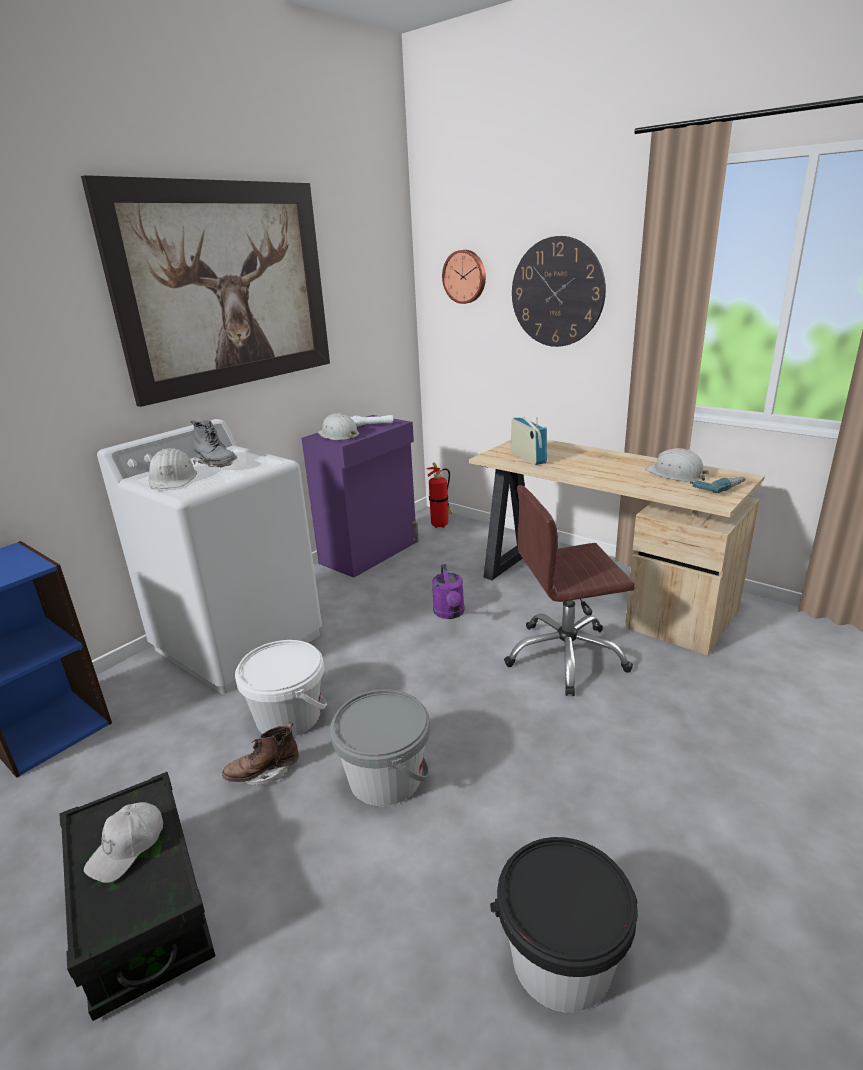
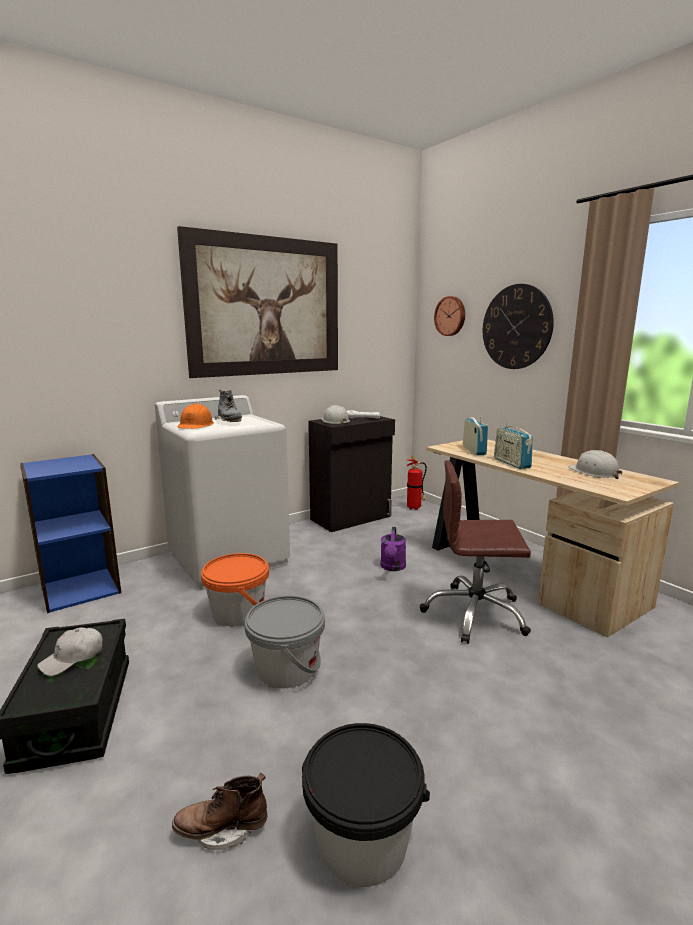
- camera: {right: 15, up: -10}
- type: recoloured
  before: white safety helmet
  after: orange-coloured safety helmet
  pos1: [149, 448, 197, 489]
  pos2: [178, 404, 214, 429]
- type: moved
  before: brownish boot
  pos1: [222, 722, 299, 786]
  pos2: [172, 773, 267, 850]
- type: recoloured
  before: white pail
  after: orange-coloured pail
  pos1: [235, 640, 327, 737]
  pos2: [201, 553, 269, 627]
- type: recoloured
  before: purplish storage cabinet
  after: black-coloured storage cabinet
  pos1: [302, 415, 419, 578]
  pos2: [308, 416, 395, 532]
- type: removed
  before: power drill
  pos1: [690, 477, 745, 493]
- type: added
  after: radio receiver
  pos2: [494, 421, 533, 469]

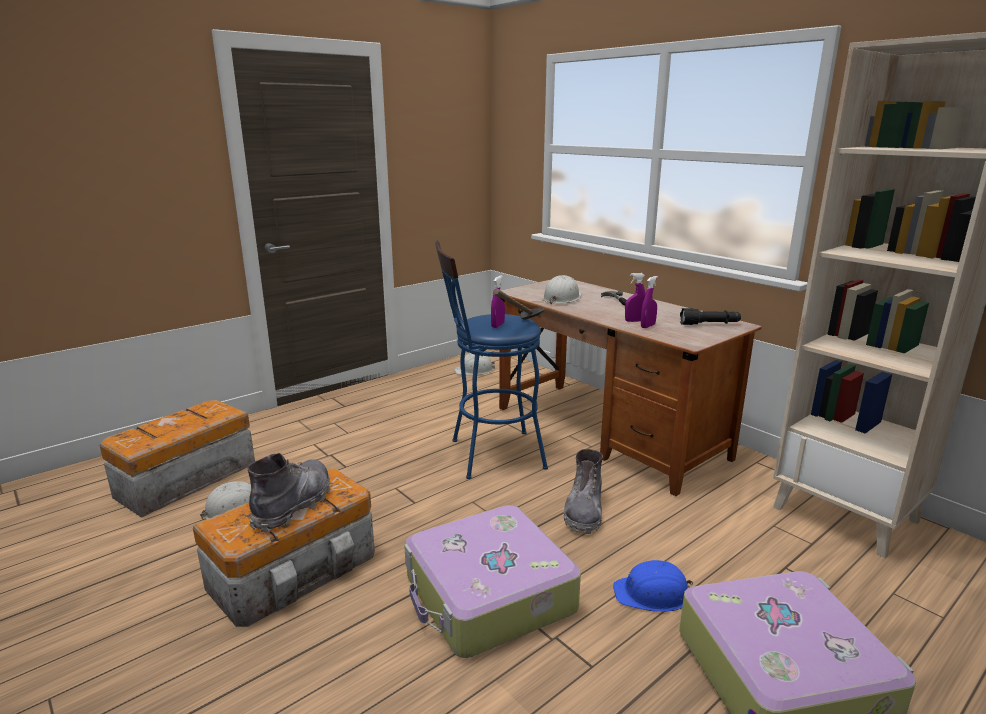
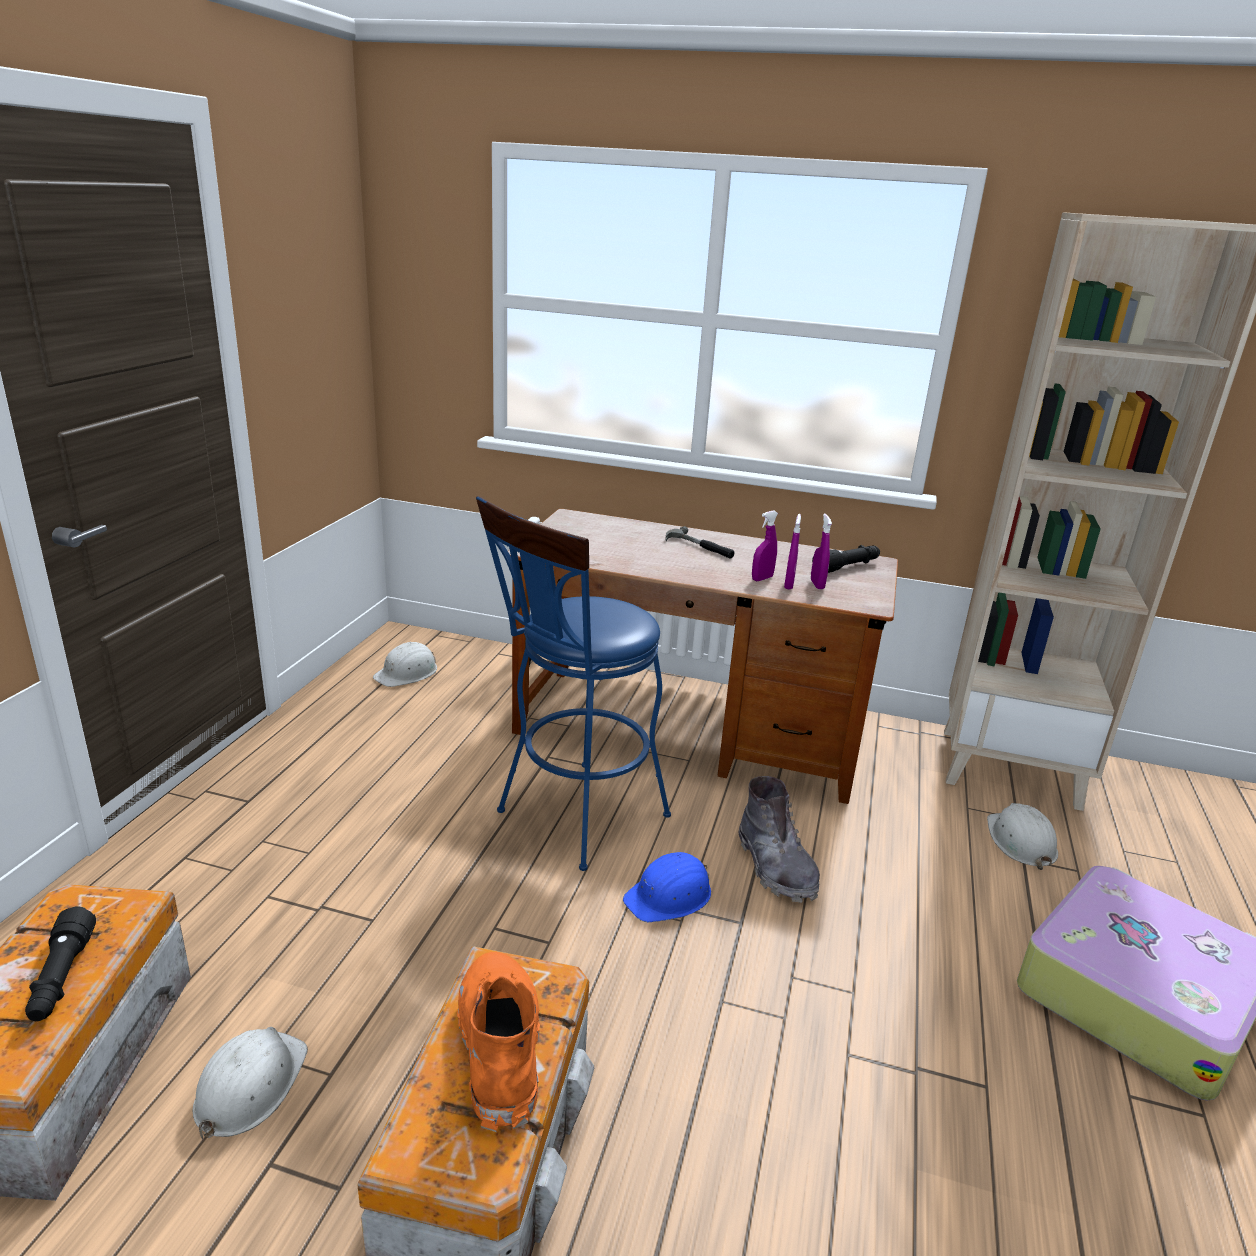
- camera: {right: -35, up: 5}
- type: recoloured
  before: gray boot
  after: orange-coloured boot
  pos1: [247, 453, 330, 532]
  pos2: [457, 952, 540, 1132]
- type: removed
  before: travel case
  pos1: [404, 505, 581, 658]
- type: moved
  before: purplish hand sprayer
  pos1: [491, 275, 505, 328]
  pos2: [811, 514, 832, 589]
- type: removed
  before: tool hammer
  pos1: [493, 289, 545, 320]
- type: moved
  before: white safety helmet
  pos1: [542, 275, 582, 305]
  pos2: [987, 803, 1058, 870]
- type: moved
  before: blue-coloured safety helmet
  pos1: [613, 560, 693, 612]
  pos2: [623, 852, 711, 922]
- type: added
  after: black-coloured flashlight
  pos2: [25, 906, 96, 1021]

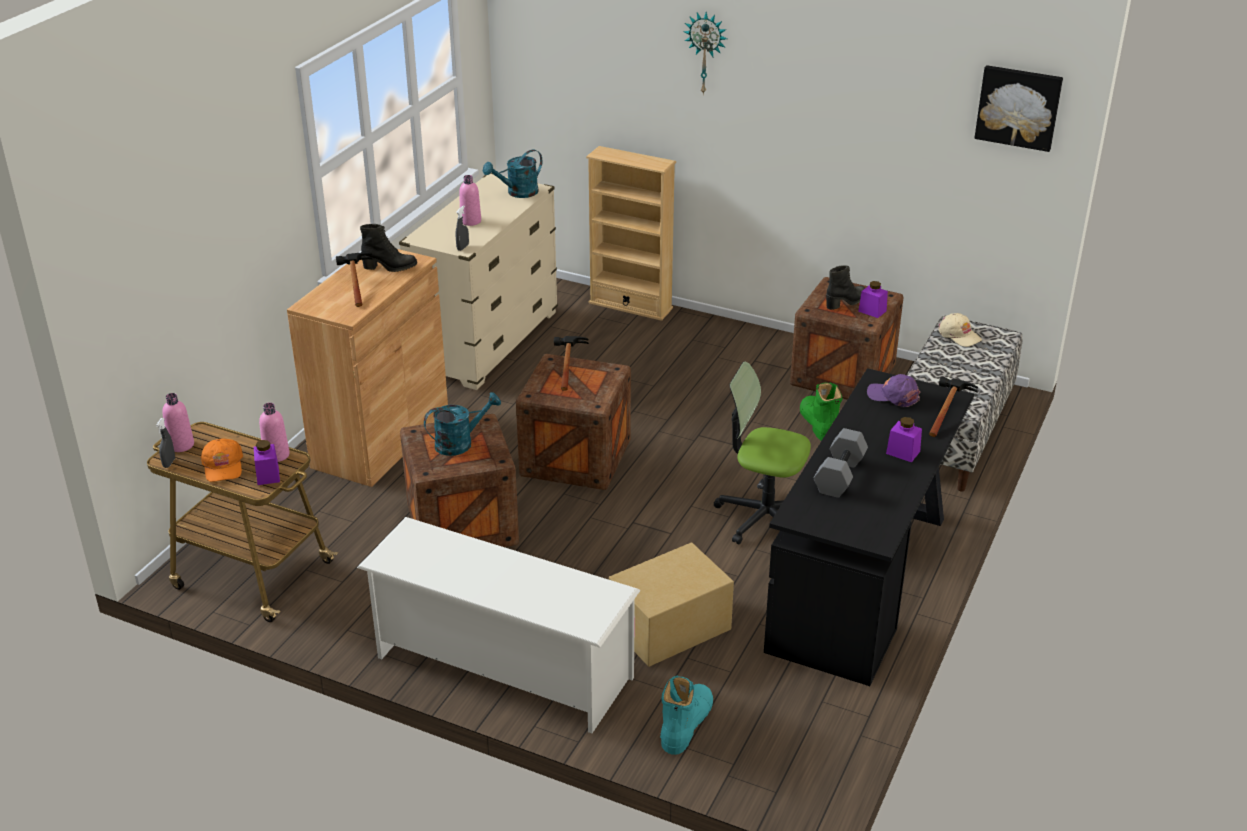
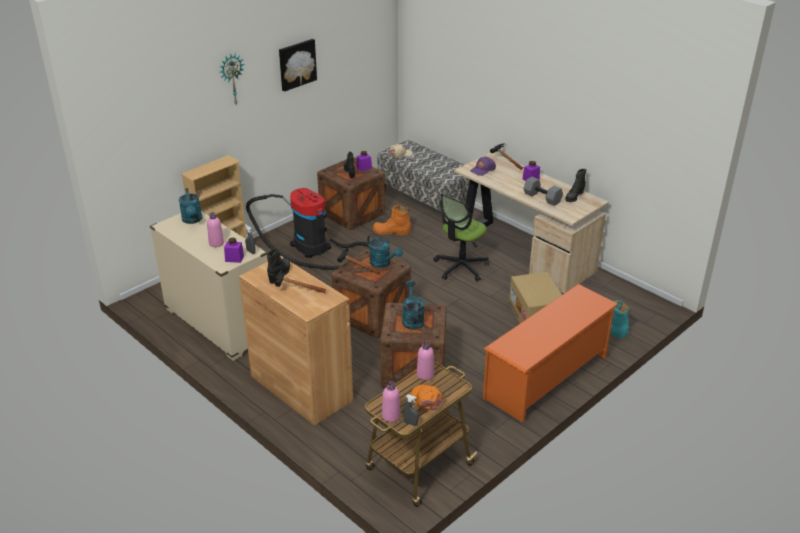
- camera: {right: -70, up: 0}
- type: turned
  before: orange-coloured cap
  pos1: [201, 439, 243, 482]
  pos2: [411, 384, 444, 411]
  turn: -120
- type: moved
  before: purplish preserve jar
  pos1: [254, 440, 280, 485]
  pos2: [224, 238, 244, 263]
- type: recoloured
  before: white shoe stand
  after: orange-coloured shoe stand
  pos1: [357, 517, 640, 733]
  pos2: [483, 284, 619, 423]
- type: recoloured
  before: black-coloured desk unit
  after: sand-coloured desk unit
  pos1: [764, 368, 974, 686]
  pos2: [454, 152, 609, 293]
- type: recoloured
  before: greenish boot
  after: orange-coloured boot
  pos1: [800, 382, 842, 441]
  pos2: [373, 204, 411, 235]
- type: moved
  before: wall picture
  pos1: [975, 65, 1063, 152]
  pos2: [279, 39, 317, 92]
- type: added
  after: hoover
  pos2: [246, 188, 369, 270]
- type: added
  after: turquoise sprinkling can
  pos2: [367, 234, 403, 268]
- type: added
  after: black-coloured boot
  pos2: [565, 169, 586, 202]

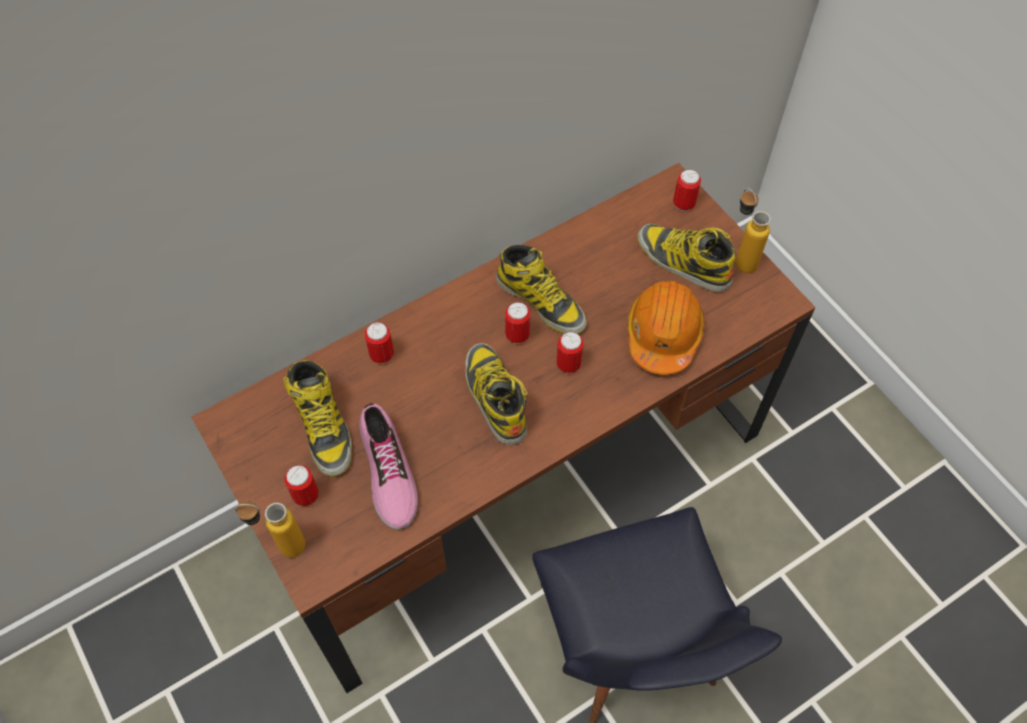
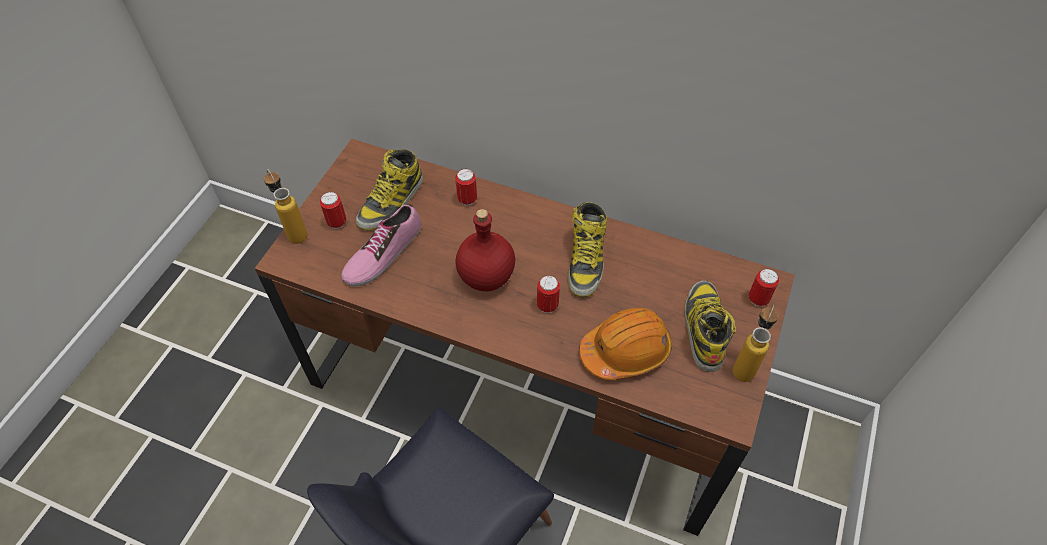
- camera: {right: 55, up: -5}
- type: replaced
  before: boot
  after: red-coloured drink bottle
  pos1: [465, 343, 527, 445]
  pos2: [455, 209, 516, 291]
- type: removed
  before: sealed can
  pos1: [505, 302, 530, 344]

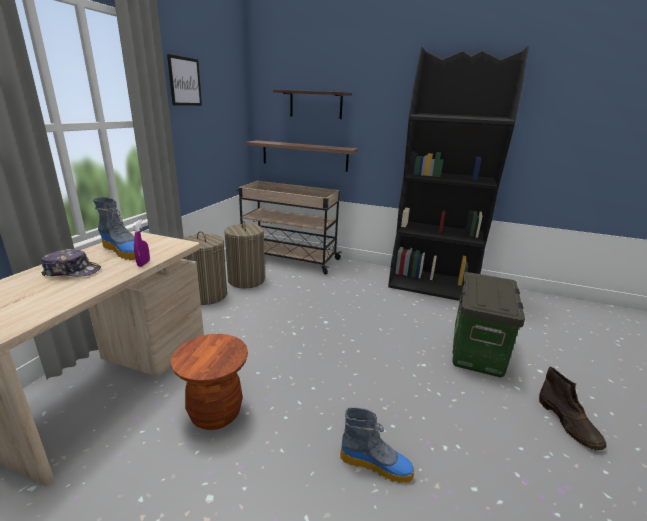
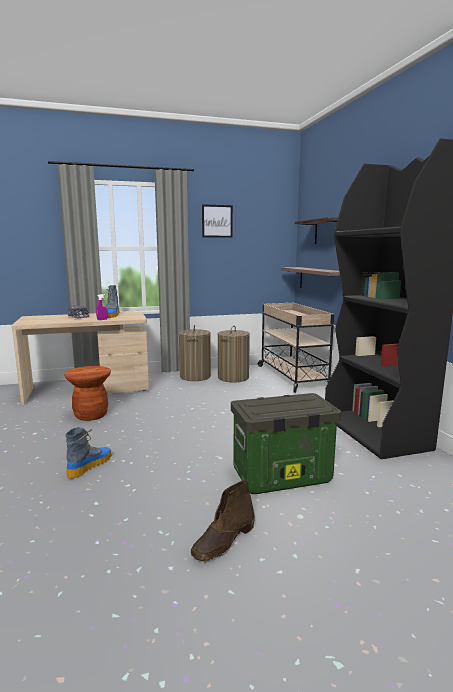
- camera: {right: 55, up: -10}
- type: turned
  before: boot
  pos1: [340, 408, 414, 483]
  pos2: [65, 427, 112, 479]
  turn: -135

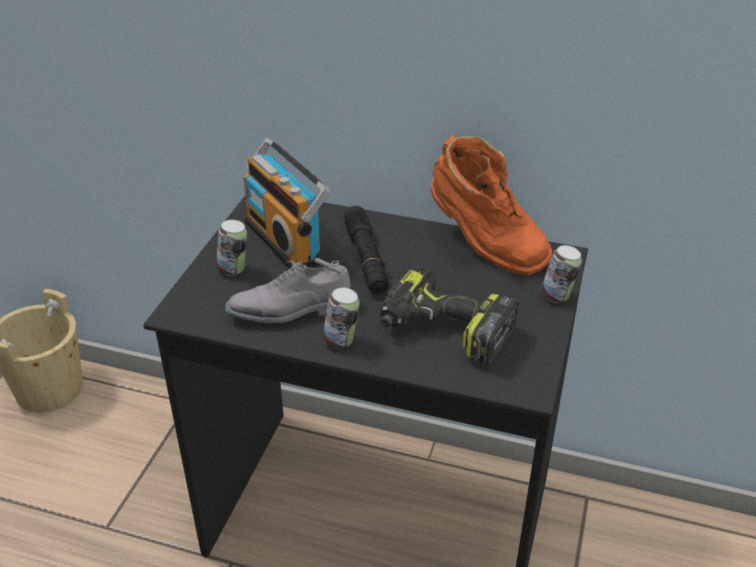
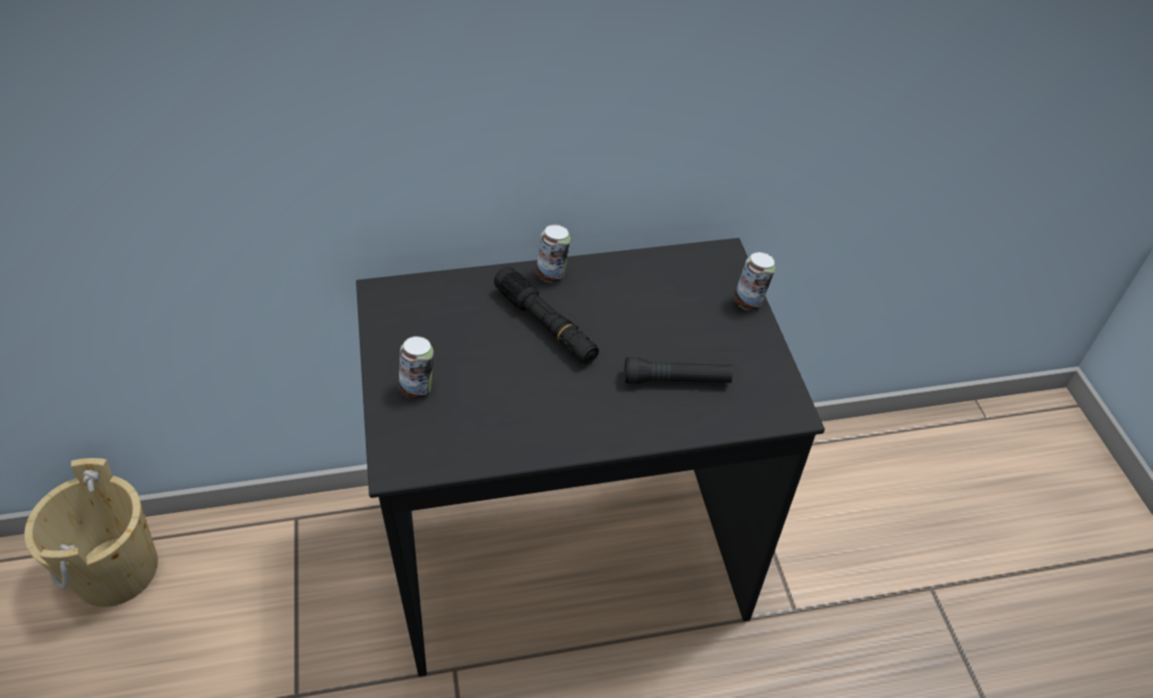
- camera: {right: -30, up: 10}
- type: removed
  before: gray low shoe
  pos1: [225, 258, 350, 323]
- type: removed
  before: radio receiver
  pos1: [243, 137, 330, 268]
- type: moved
  before: sealed can
  pos1: [323, 287, 360, 348]
  pos2: [536, 225, 570, 282]
- type: replaced
  before: power drill
  after: black-coloured flashlight
  pos1: [380, 265, 519, 365]
  pos2: [625, 357, 733, 384]
- type: removed
  before: orange-coloured boot
  pos1: [431, 135, 552, 275]

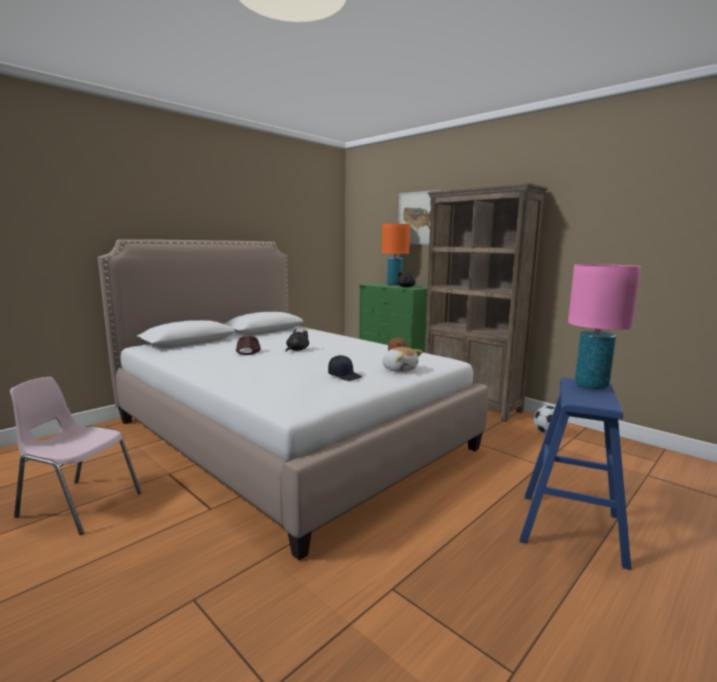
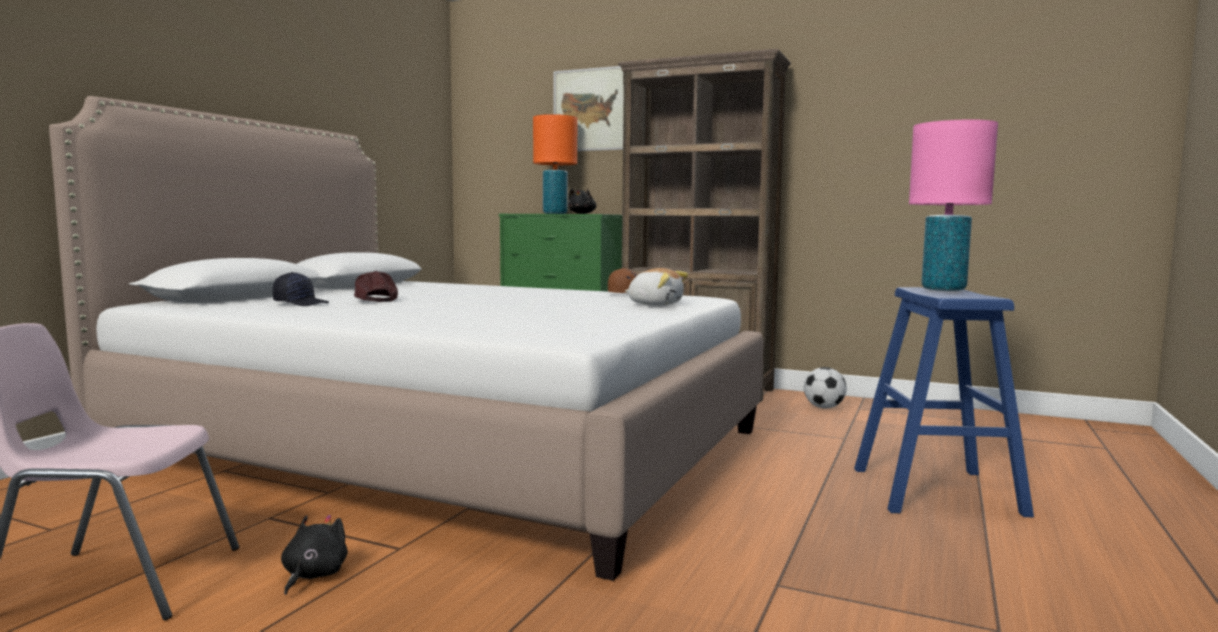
- camera: {right: -20, up: -5}
- type: moved
  before: black-coloured soft toy
  pos1: [285, 329, 309, 352]
  pos2: [281, 515, 348, 595]
- type: moved
  before: black-coloured cap
  pos1: [328, 355, 362, 381]
  pos2: [273, 272, 329, 306]

